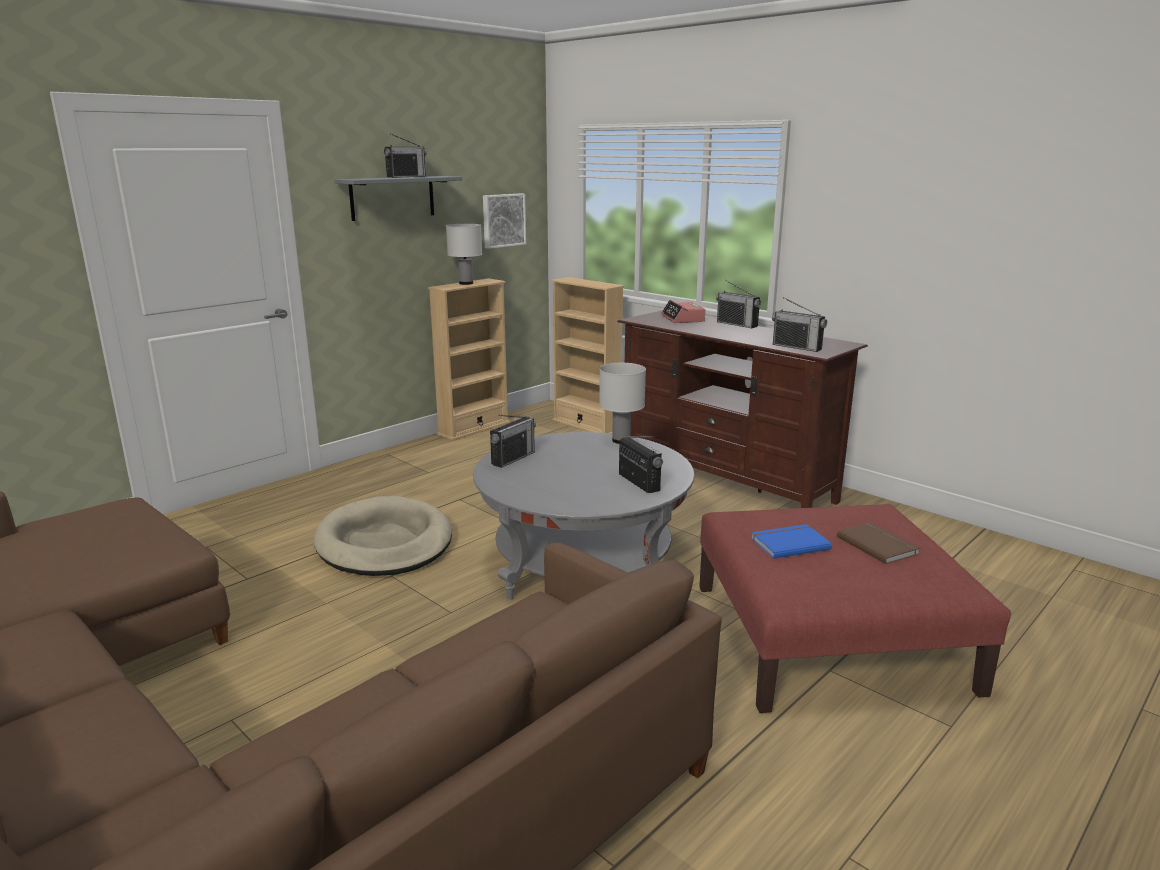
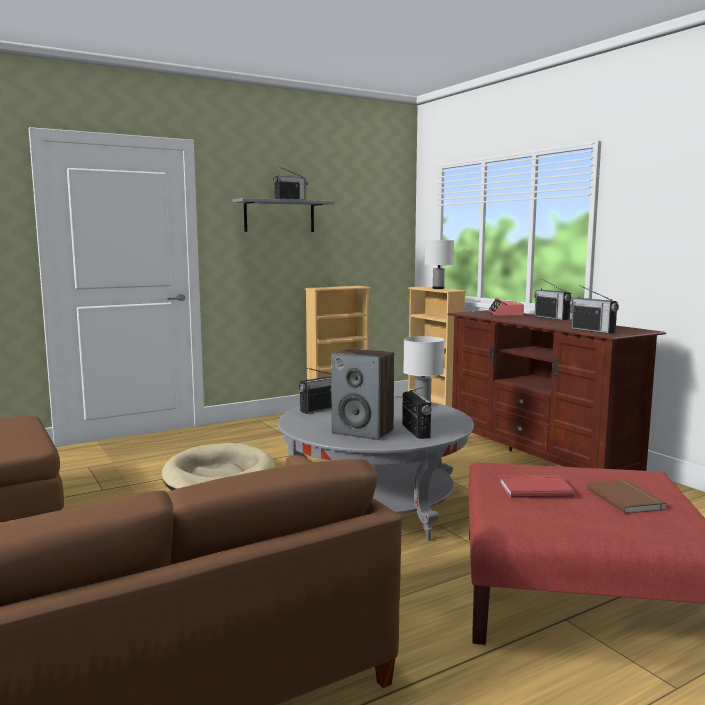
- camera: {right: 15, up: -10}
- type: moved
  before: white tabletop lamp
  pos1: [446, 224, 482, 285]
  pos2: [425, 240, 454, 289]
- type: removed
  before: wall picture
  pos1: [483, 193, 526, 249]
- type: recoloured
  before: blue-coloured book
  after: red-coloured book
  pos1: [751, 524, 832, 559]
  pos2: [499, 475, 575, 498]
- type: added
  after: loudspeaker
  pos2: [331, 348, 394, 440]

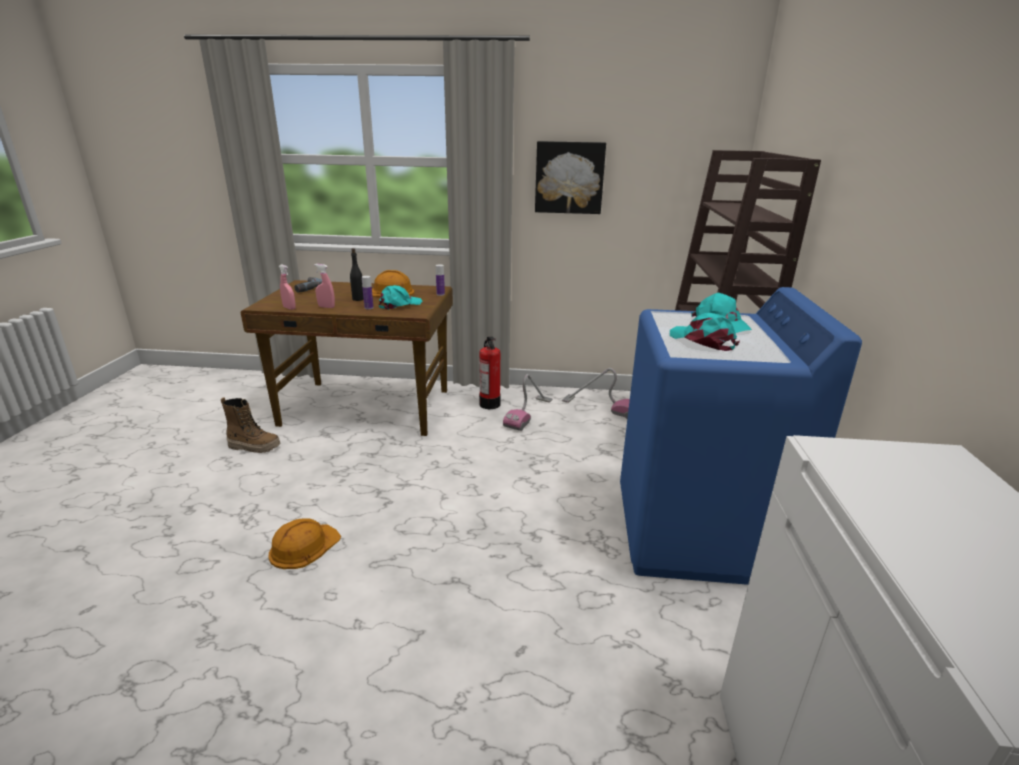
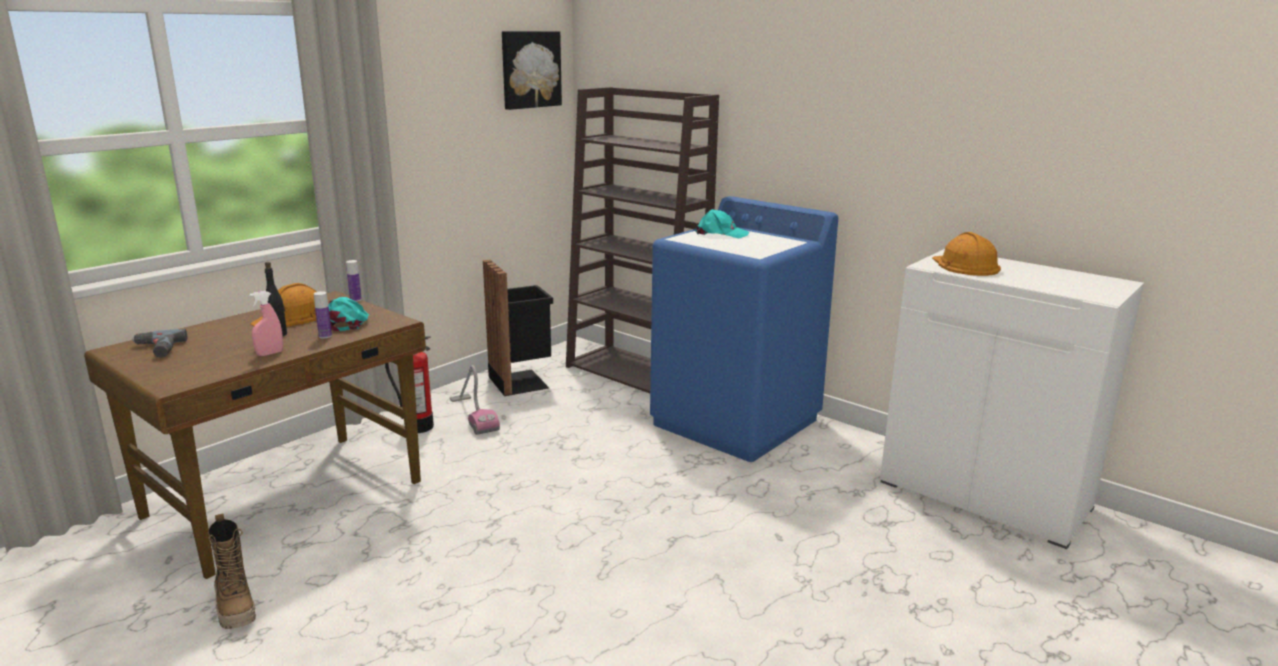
- camera: {right: -55, up: -5}
- type: turned
  before: boot
  pos1: [221, 397, 281, 453]
  pos2: [208, 514, 256, 629]
  turn: 105
- type: moved
  before: orange-coloured safety helmet
  pos1: [268, 519, 341, 569]
  pos2: [932, 232, 1001, 276]
- type: removed
  before: pinkish hand sprayer
  pos1: [279, 264, 296, 310]
- type: moved
  before: wall picture
  pos1: [535, 141, 606, 214]
  pos2: [502, 31, 562, 110]
- type: replaced
  before: hoover
  after: black-coloured waste bin
  pos1: [562, 368, 630, 419]
  pos2: [483, 260, 553, 396]
- type: removed
  before: turquoise cap
  pos1: [670, 313, 740, 351]

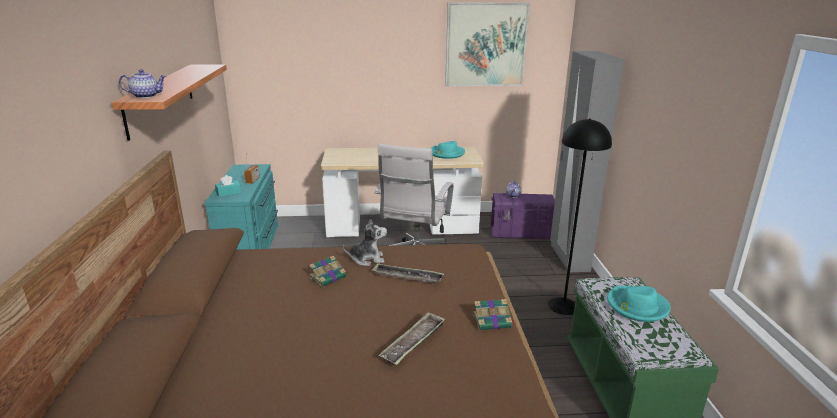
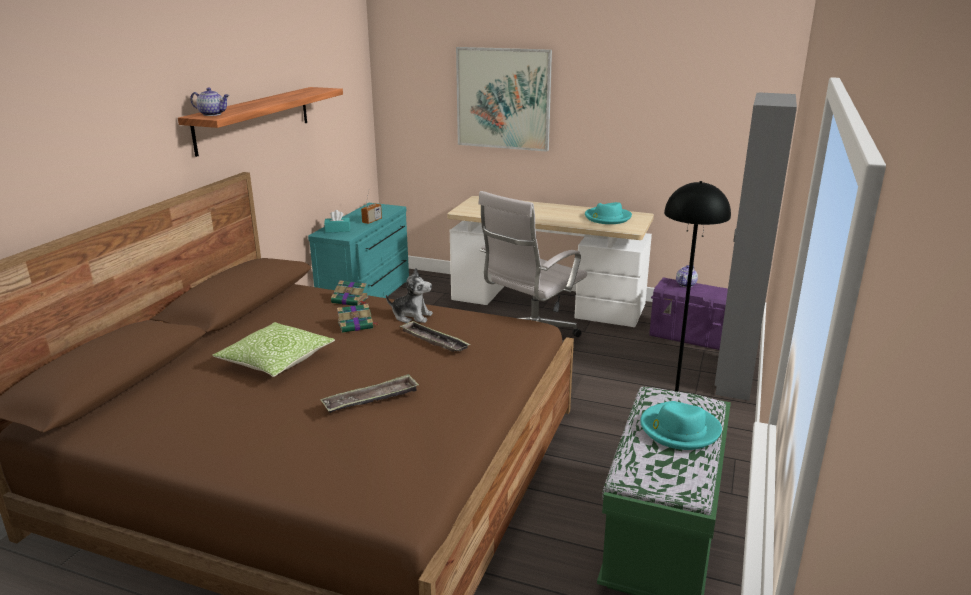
- camera: {right: 25, up: 0}
- type: moved
  before: wall picture
  pos1: [445, 3, 530, 86]
  pos2: [456, 47, 552, 152]
- type: moved
  before: book
  pos1: [473, 299, 515, 330]
  pos2: [331, 280, 368, 306]
- type: added
  after: throw pillow
  pos2: [213, 322, 335, 377]

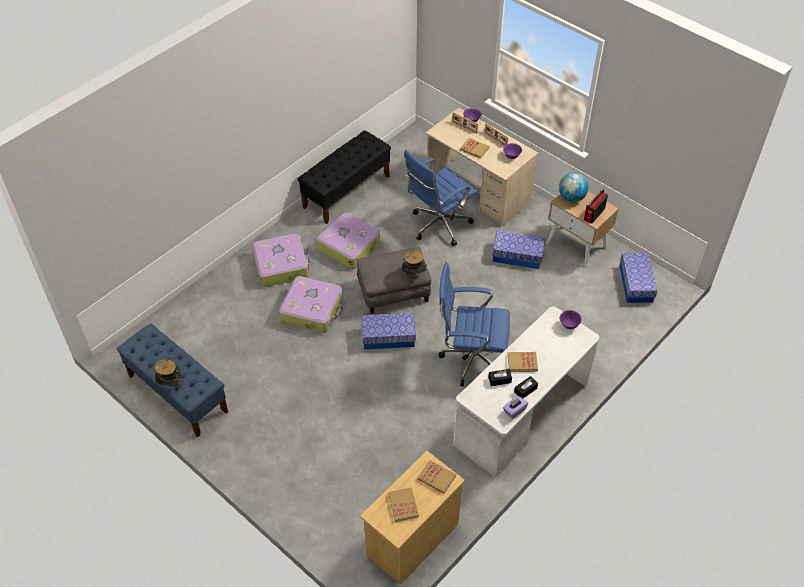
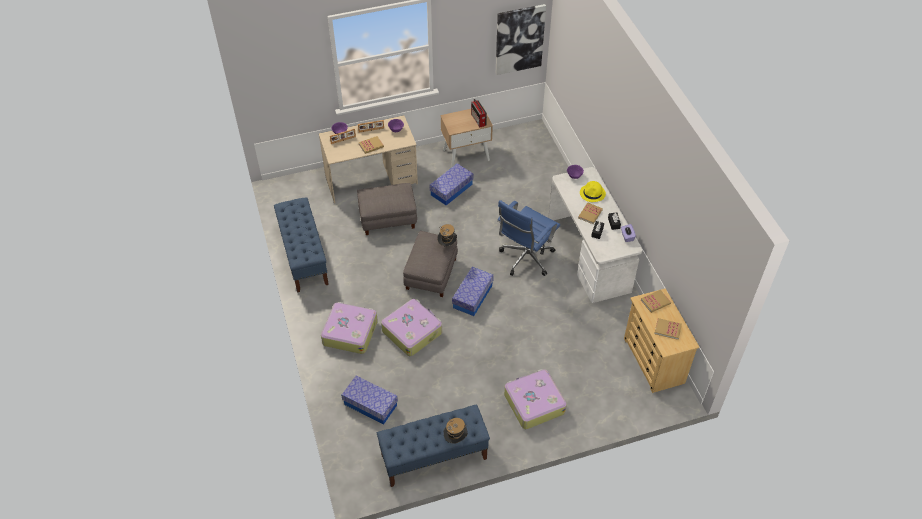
- camera: {right: -60, up: 0}
- type: recoloured
  before: black-coloured long seat
  after: blue-coloured long seat
  pos1: [298, 130, 391, 224]
  pos2: [274, 197, 329, 292]
- type: moved
  before: travel case
  pos1: [317, 213, 381, 269]
  pos2: [504, 369, 567, 429]
- type: replaced
  before: blue-coloured desk chair
  after: gray pouffe
  pos1: [404, 149, 478, 246]
  pos2: [357, 183, 417, 235]
- type: removed
  before: desk globe
  pos1: [559, 173, 589, 202]
- type: moved
  before: storage box
  pos1: [620, 253, 657, 303]
  pos2: [341, 375, 398, 424]
- type: added
  after: wall picture
  pos2: [496, 4, 546, 75]
- type: added
  after: yellow hat
  pos2: [580, 181, 606, 202]

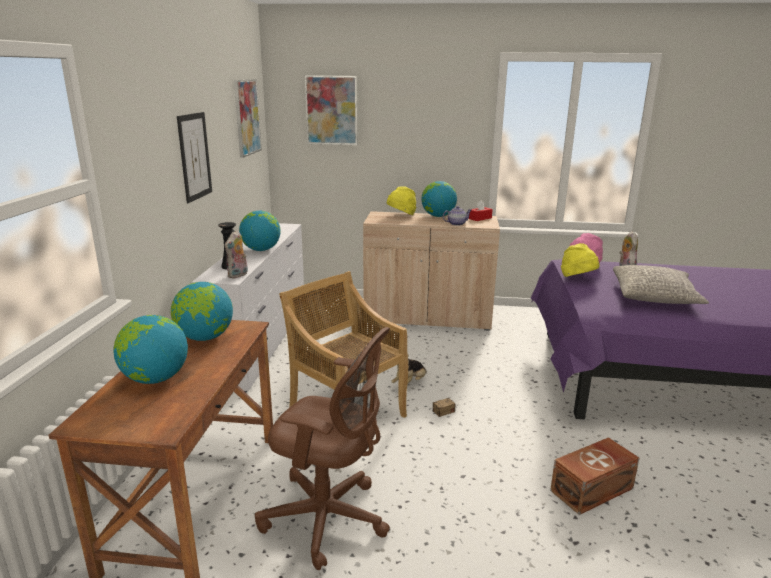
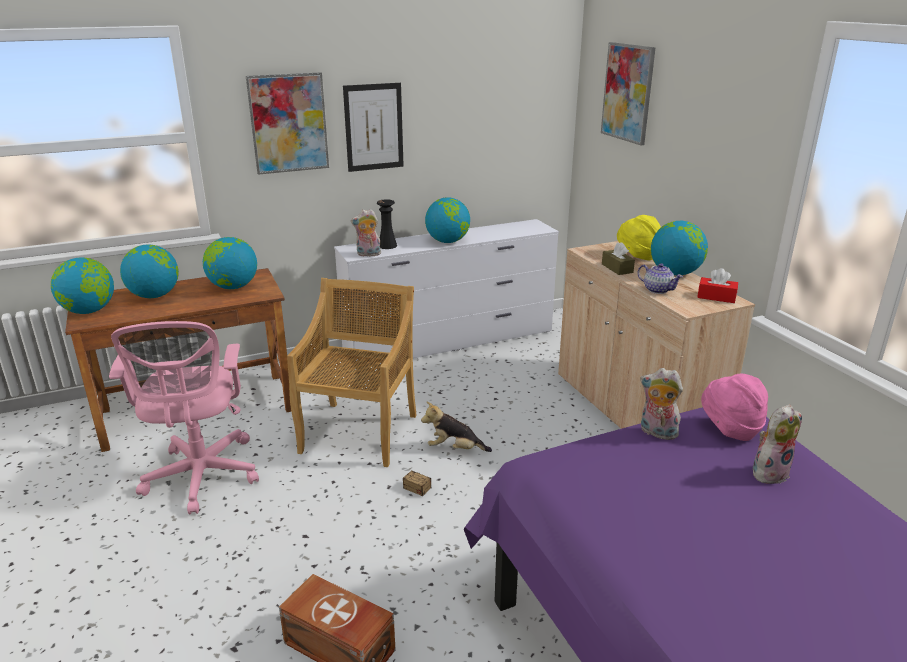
- camera: {right: 60, up: 5}
- type: moved
  before: wall picture
  pos1: [234, 79, 261, 158]
  pos2: [246, 72, 329, 175]
- type: recoloured
  before: brownish desk chair
  after: pinkish desk chair
  pos1: [255, 327, 390, 570]
  pos2: [109, 321, 259, 515]
- type: replaced
  before: yellow hat
  after: soft toy
  pos1: [561, 243, 600, 277]
  pos2: [640, 368, 683, 440]
- type: removed
  before: gray throw pillow
  pos1: [613, 265, 709, 304]
- type: added
  after: desk globe
  pos2: [51, 257, 114, 314]
- type: added
  after: brownish tissue holder
  pos2: [602, 242, 635, 275]

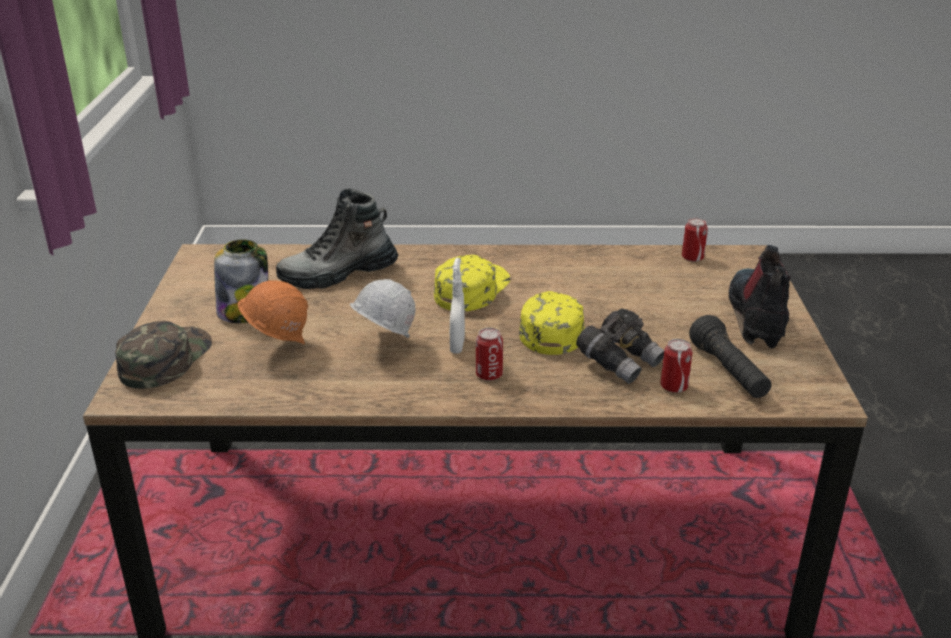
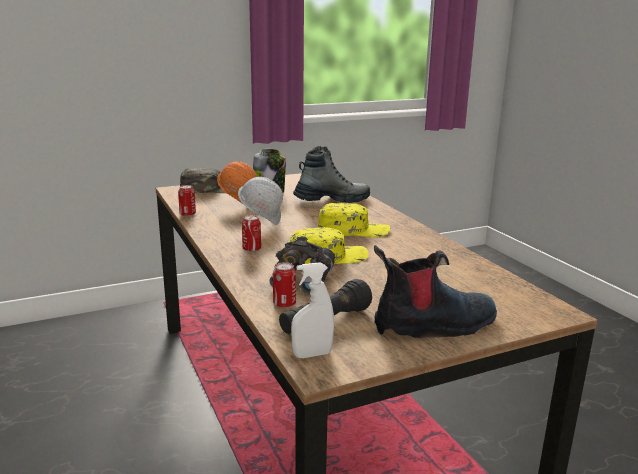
- camera: {right: 65, up: -10}
- type: turned
  before: boot
  pos1: [276, 188, 398, 289]
  pos2: [293, 146, 370, 203]
  turn: 120
- type: moved
  before: white hand sprayer
  pos1: [450, 258, 465, 353]
  pos2: [291, 262, 334, 358]
- type: moved
  before: sealed can
  pos1: [682, 218, 708, 262]
  pos2: [178, 185, 196, 216]

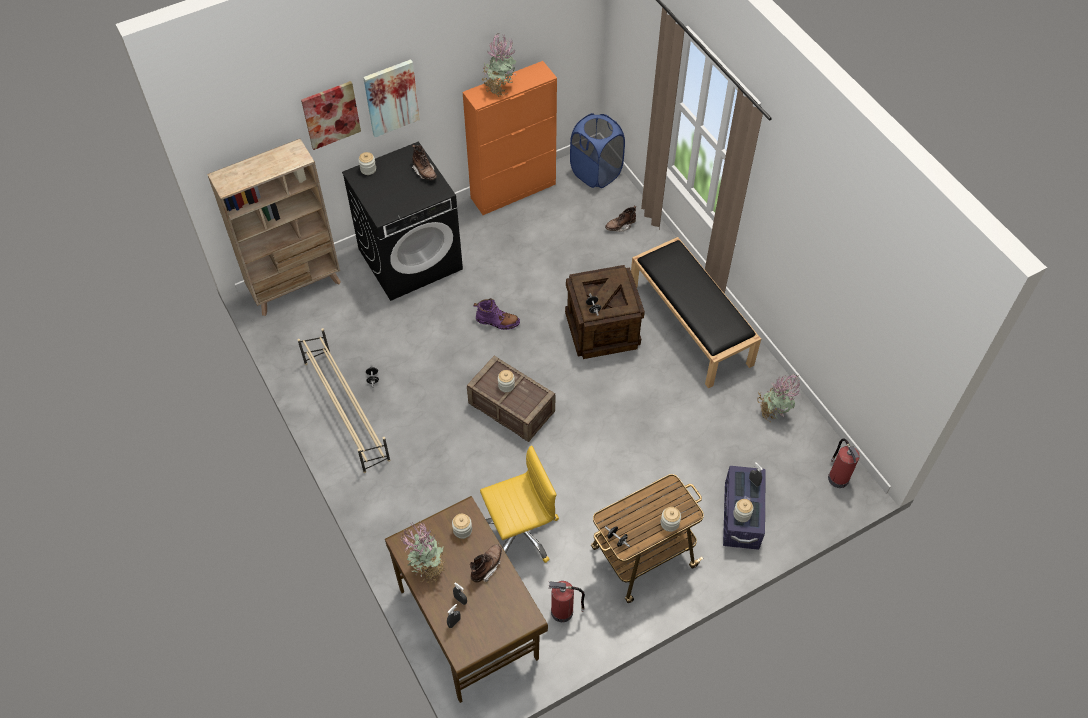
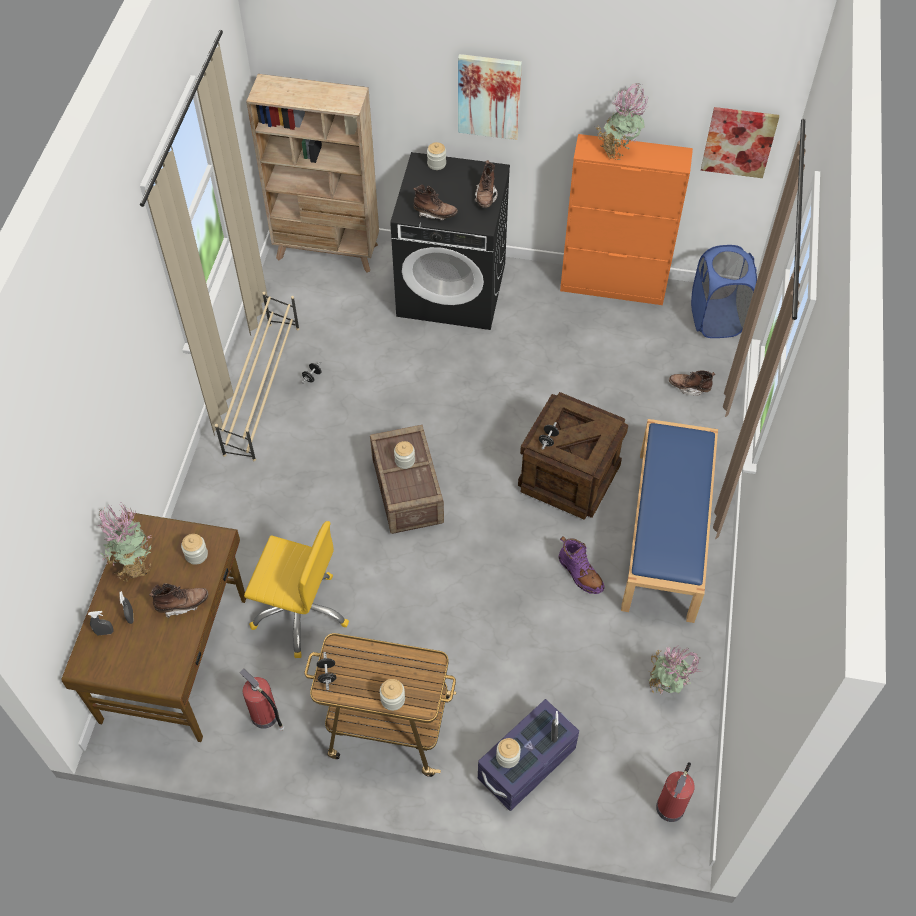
- camera: {right: 40, up: 0}
- type: moved
  before: wall picture
  pos1: [301, 81, 361, 150]
  pos2: [701, 107, 779, 178]
- type: moved
  before: purplish boot
  pos1: [474, 298, 520, 330]
  pos2: [558, 536, 605, 594]
- type: recoloured
  before: black-coloured long seat
  after: blue-coloured long seat
  pos1: [631, 237, 761, 389]
  pos2: [621, 419, 718, 623]
- type: added
  after: brownish boot
  pos2: [413, 185, 458, 220]

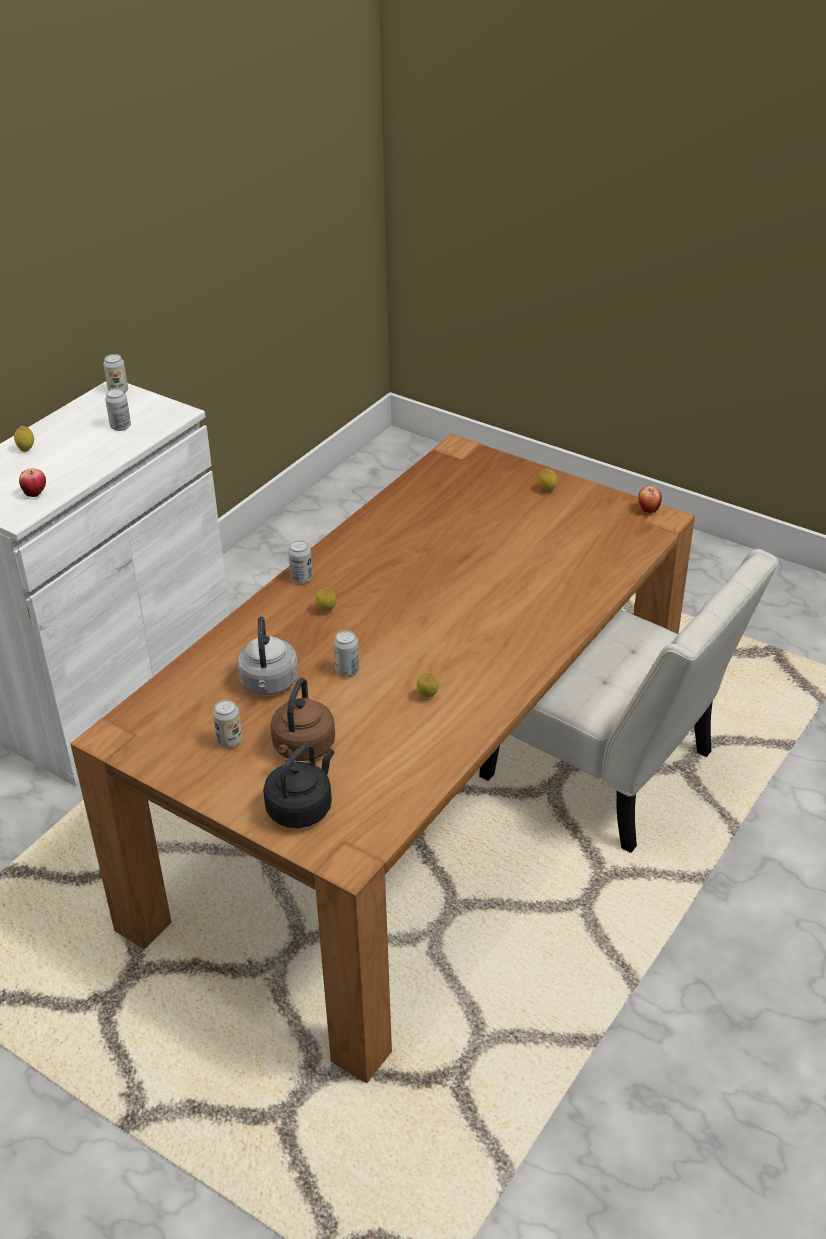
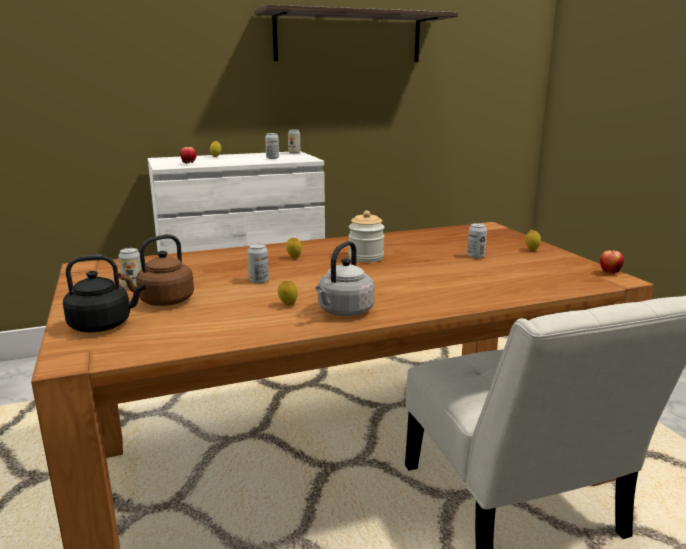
- camera: {right: 35, up: -20}
- type: moved
  before: gray tea kettle
  pos1: [237, 616, 299, 695]
  pos2: [316, 241, 375, 316]
- type: moved
  before: sealed can
  pos1: [288, 540, 313, 584]
  pos2: [467, 223, 487, 258]
- type: added
  after: shelf
  pos2: [254, 4, 458, 62]
- type: added
  after: preserve jar
  pos2: [349, 211, 385, 262]

